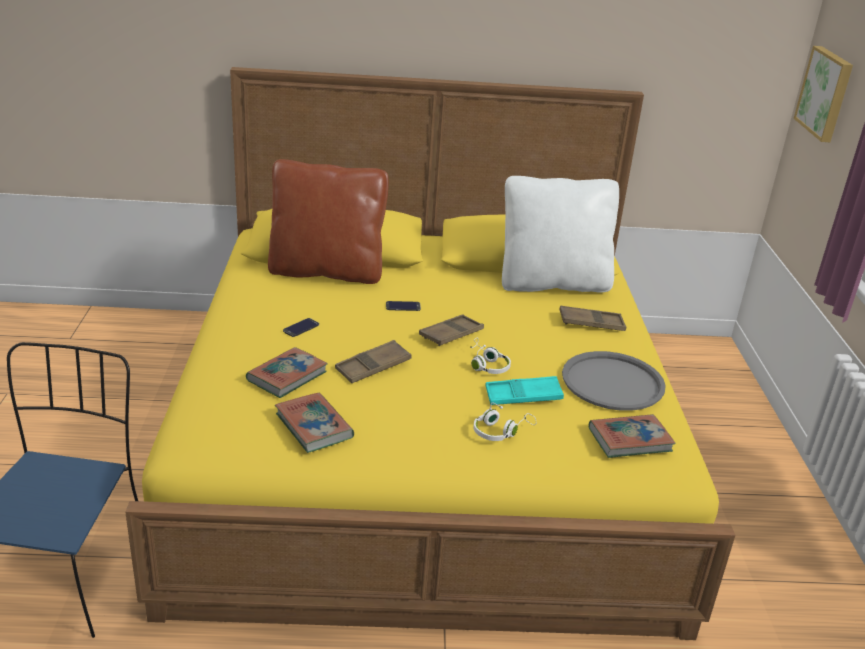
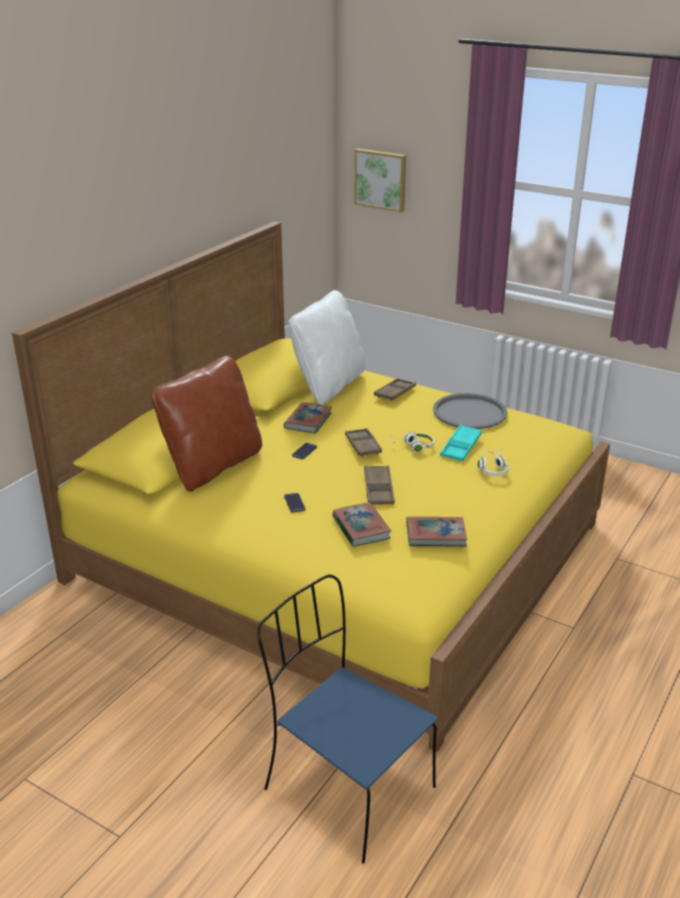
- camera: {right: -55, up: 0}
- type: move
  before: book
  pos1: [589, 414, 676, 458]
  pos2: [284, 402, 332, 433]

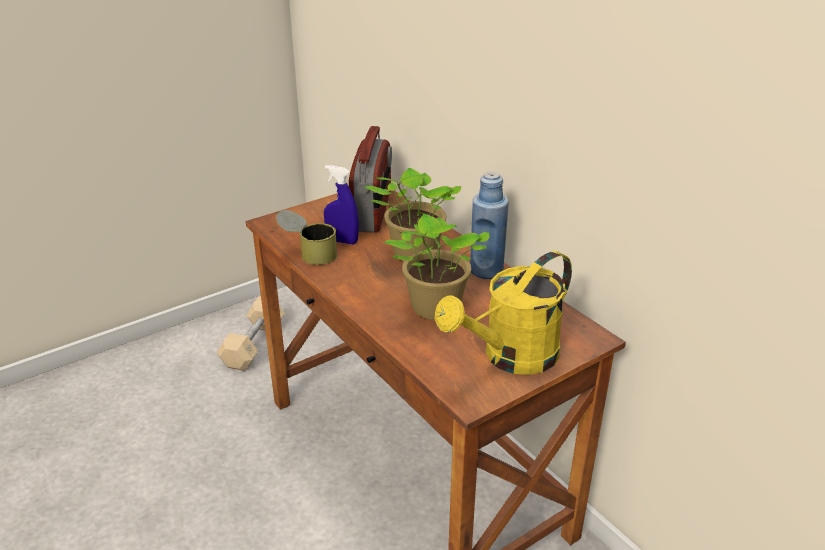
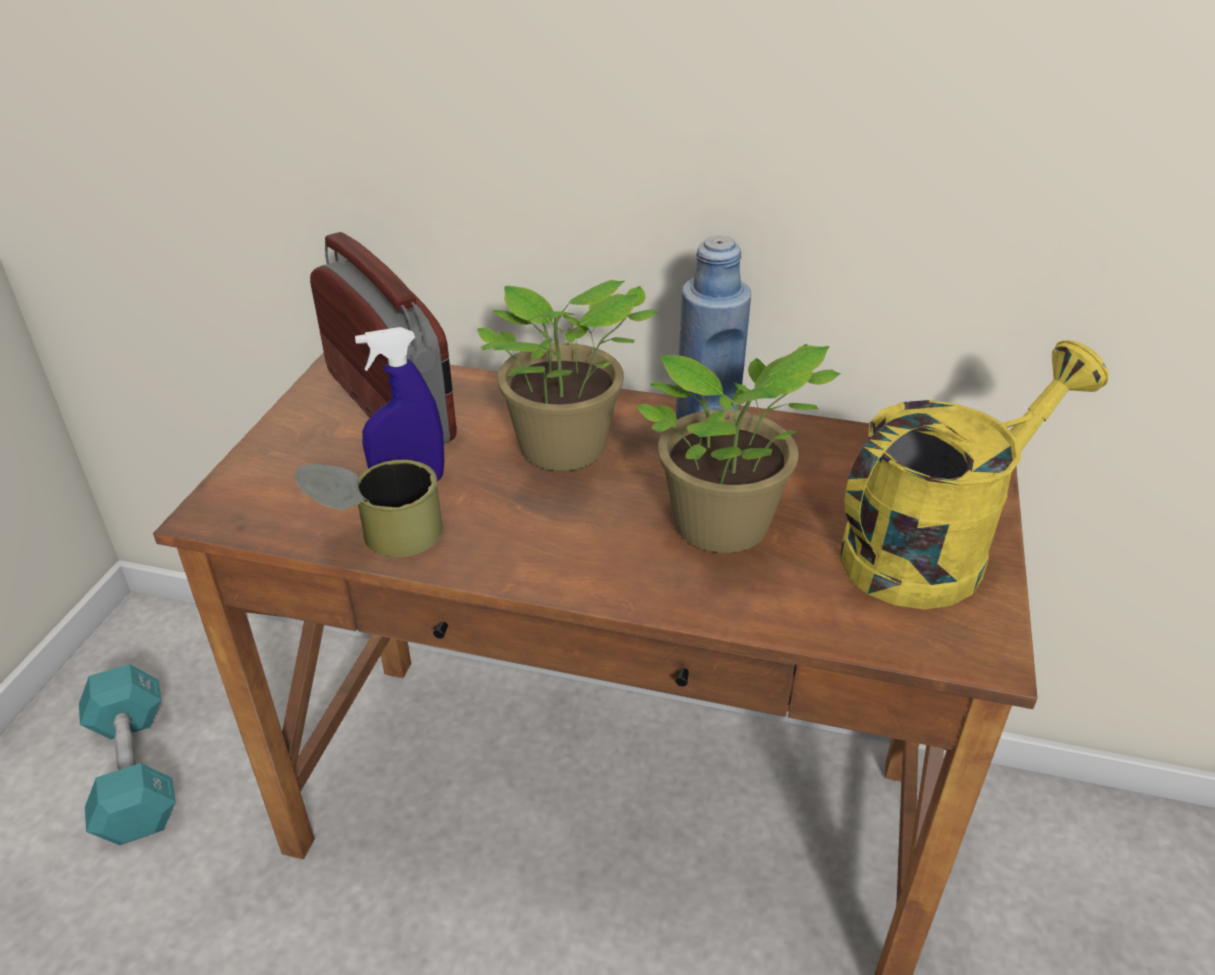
- camera: {right: -40, up: 5}
- type: recolor
  before: beige dumbbell
  after: turquoise dumbbell
  pos1: [217, 297, 285, 371]
  pos2: [79, 664, 176, 845]
- type: rotate
  before: yellow watering can
  pos1: [435, 251, 572, 375]
  pos2: [840, 340, 1109, 609]
  turn: -135

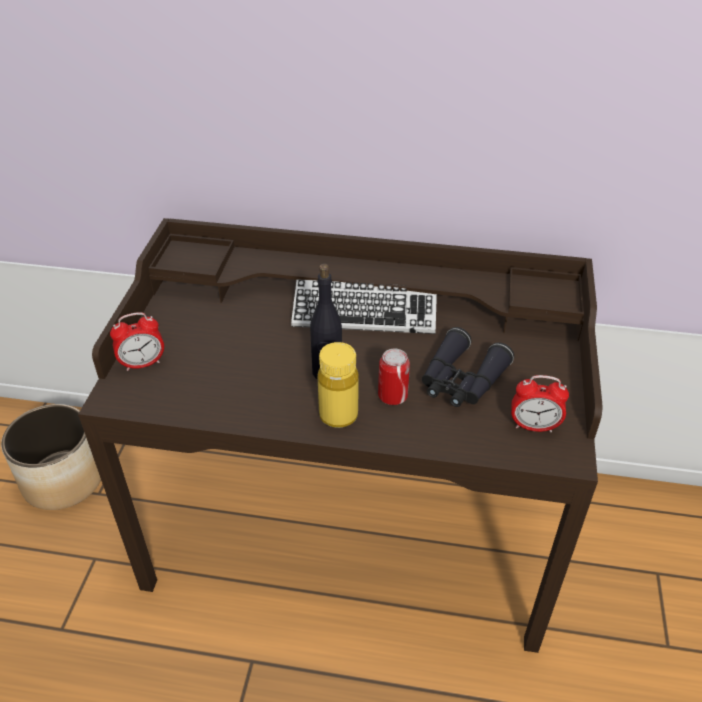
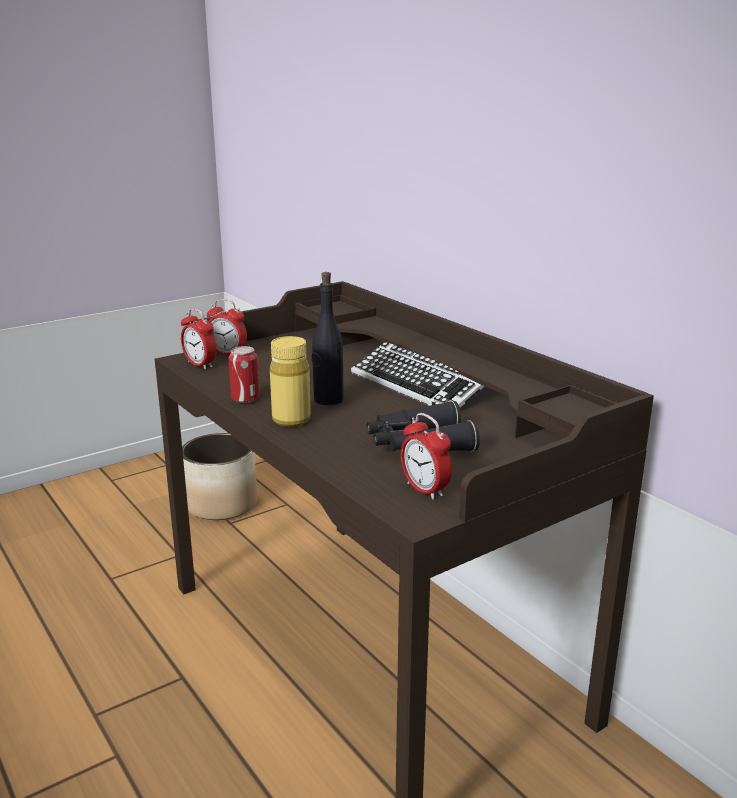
- camera: {right: 45, up: -20}
- type: insert
  after: alarm clock
  pos2: [181, 308, 217, 369]
- type: move
  before: can
  pos1: [378, 349, 410, 405]
  pos2: [229, 346, 260, 403]

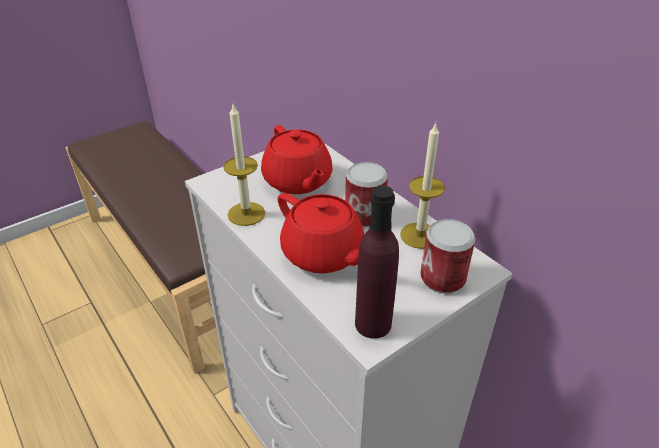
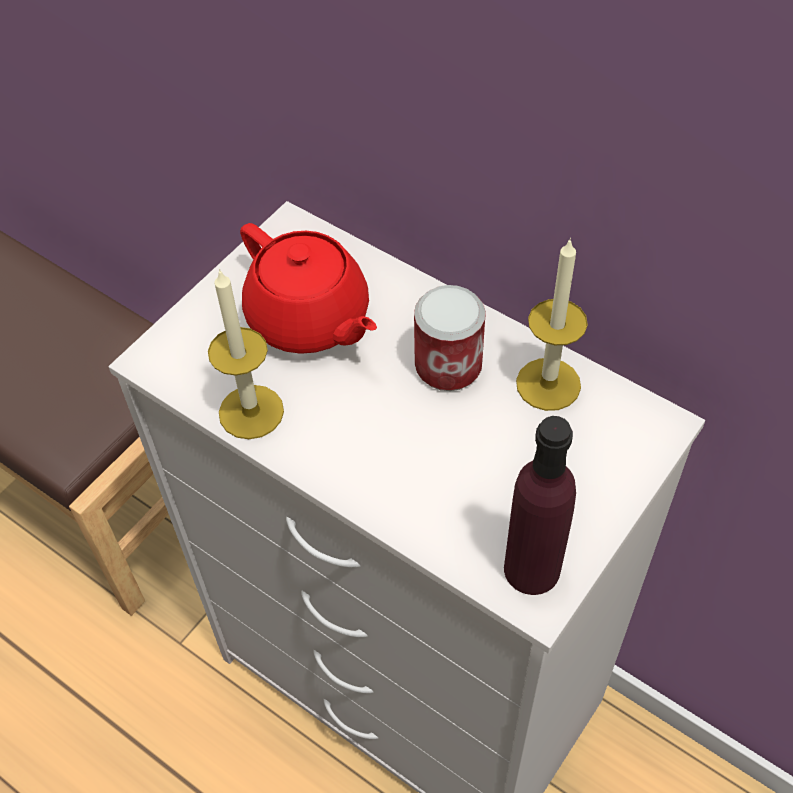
- camera: {right: -15, up: 15}
- type: delete
  before: red teapot
  pos1: [278, 193, 364, 273]
- type: delete
  before: can
  pos1: [420, 219, 476, 293]

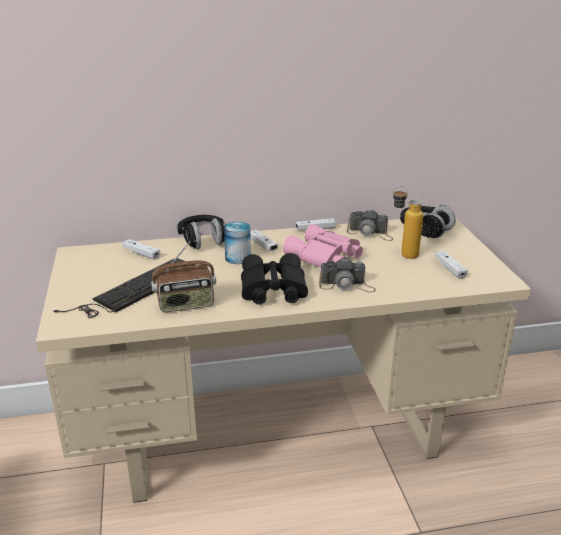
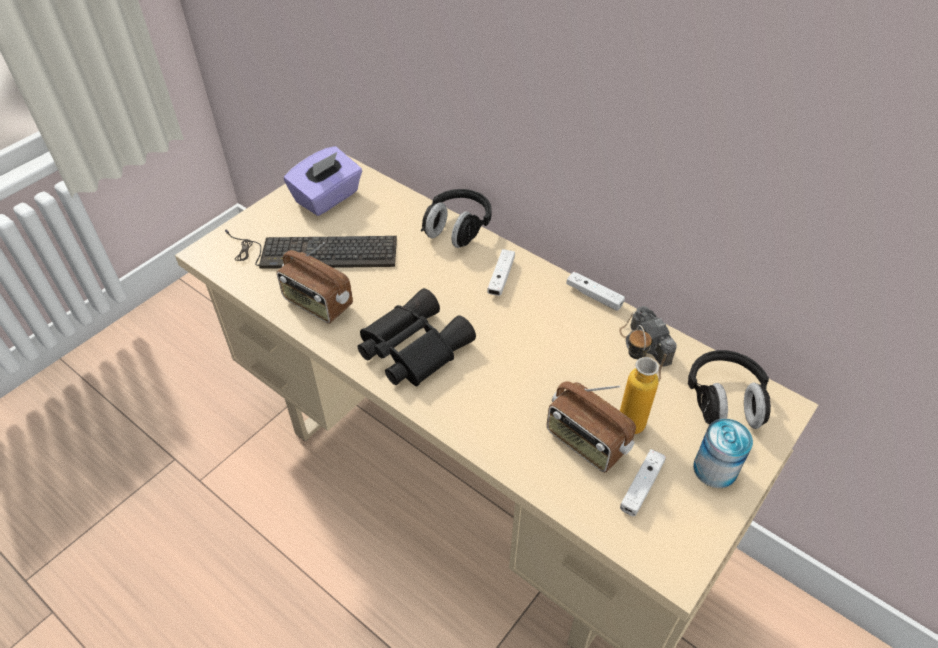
- camera: {right: 50, up: 20}
- type: delete
  before: white game controller
  pos1: [122, 239, 160, 260]
- type: delete
  before: pink binoculars
  pos1: [283, 224, 363, 267]
- type: delete
  before: photo camera
  pos1: [319, 258, 376, 292]
- type: insert
  after: purple tissue box
  pos2: [284, 146, 362, 216]
- type: insert
  after: radio
  pos2: [547, 381, 636, 472]
- type: move
  before: can
  pos1: [224, 222, 251, 264]
  pos2: [693, 419, 753, 488]

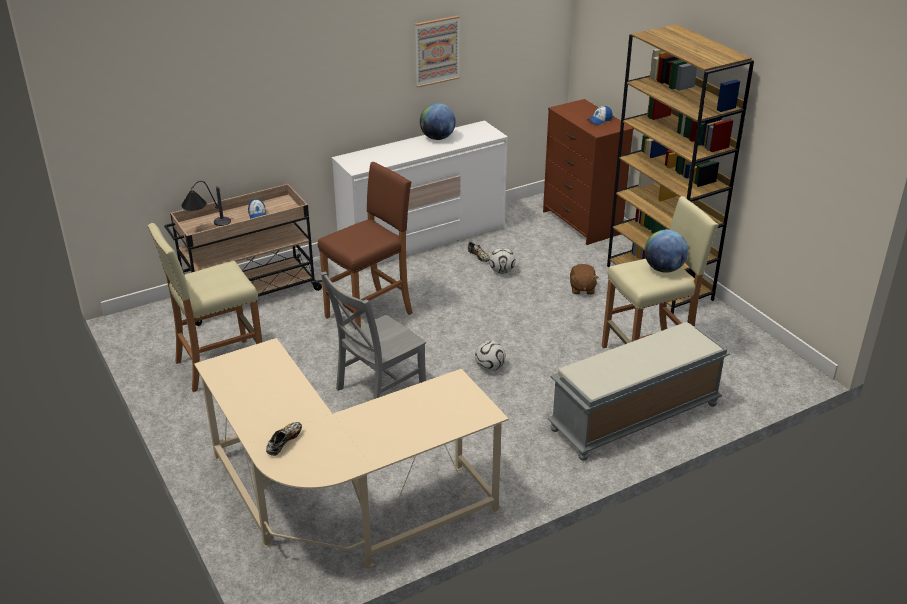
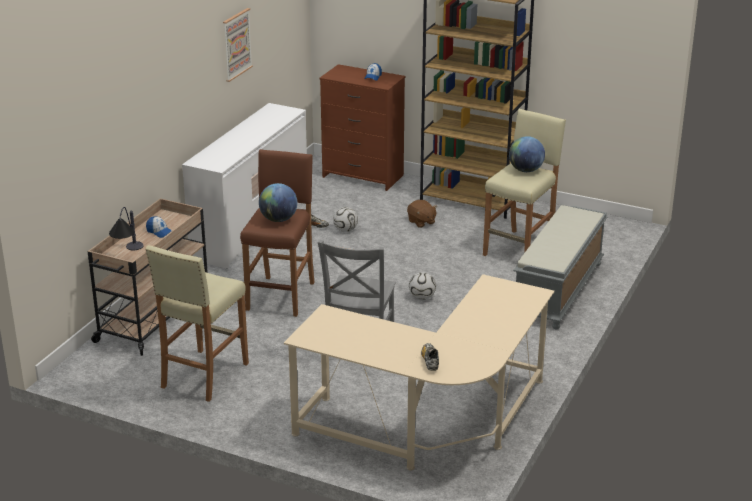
- camera: {right: -35, up: -5}
- type: move
  before: globe
  pos1: [420, 103, 456, 140]
  pos2: [259, 183, 298, 222]

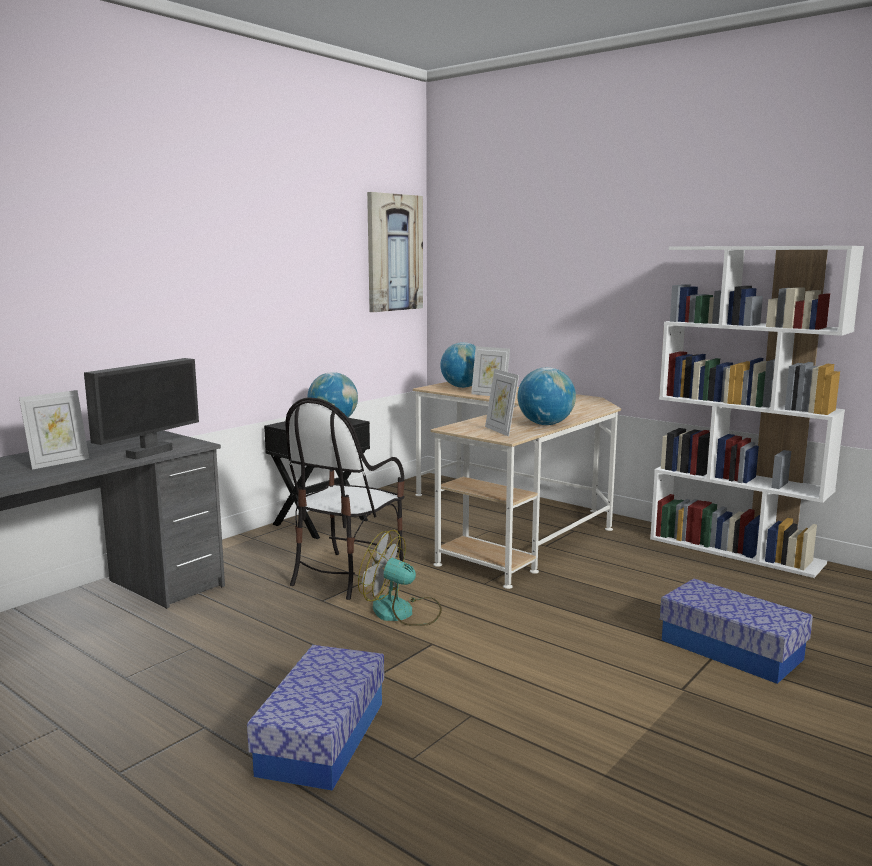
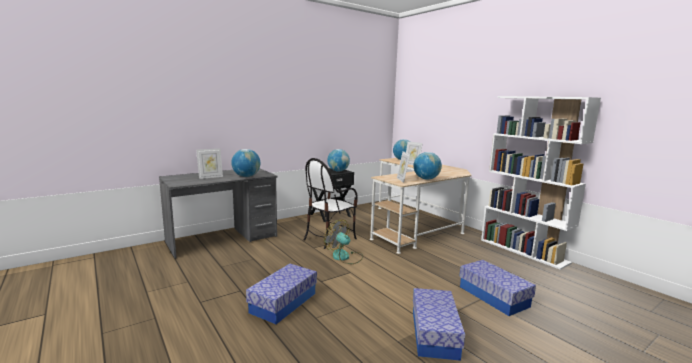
- camera: {right: 15, up: 0}
- type: delete
  before: picture
  pos1: [367, 192, 423, 312]
- type: insert
  after: storage box
  pos2: [413, 288, 465, 361]
- type: replace
  before: monitor
  after: globe
  pos1: [84, 358, 199, 459]
  pos2: [231, 149, 260, 177]

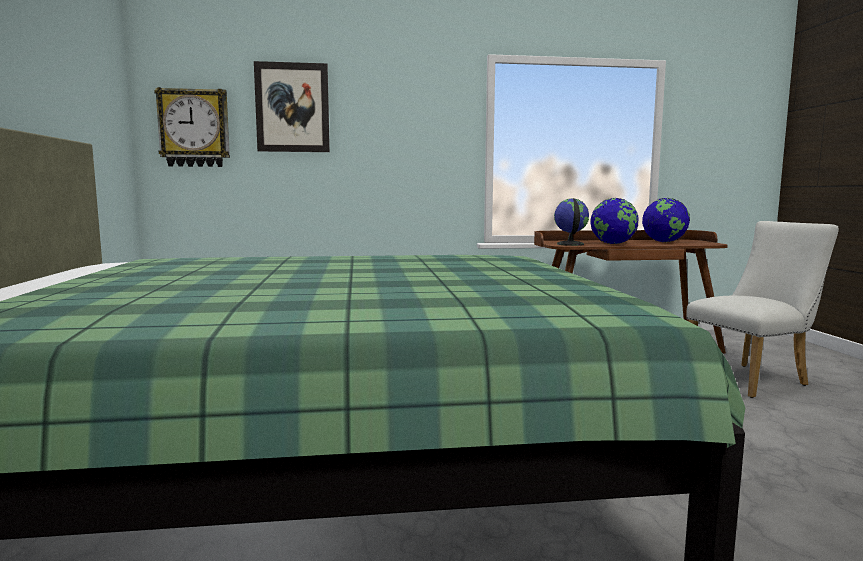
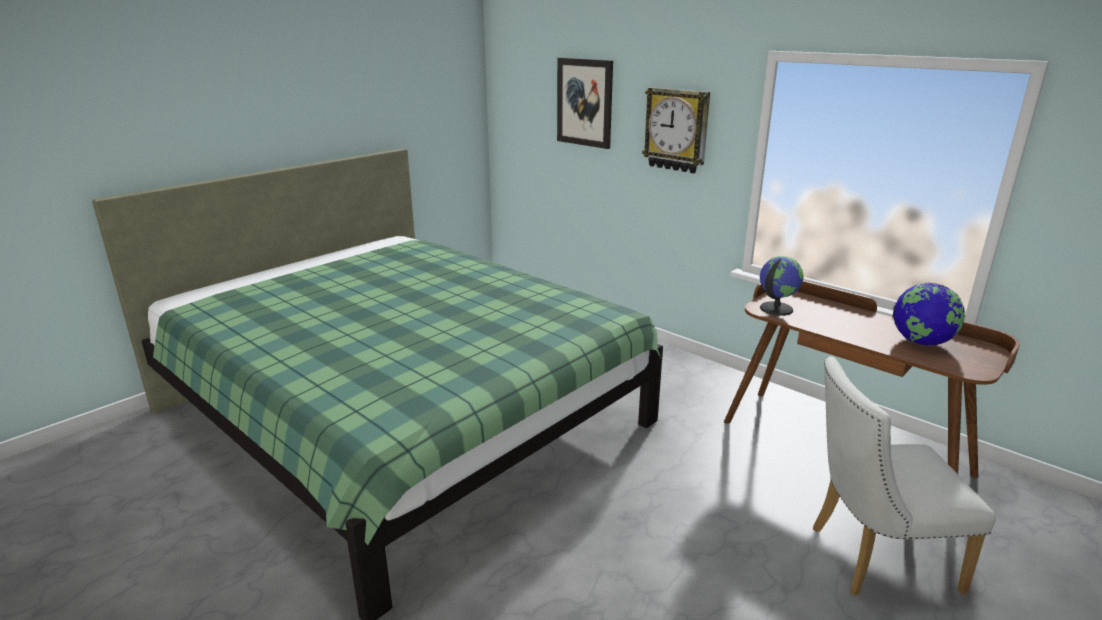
- camera: {right: 50, up: 15}
- type: delete
  before: globe
  pos1: [591, 198, 639, 244]
- type: move
  before: wall clock
  pos1: [154, 87, 230, 167]
  pos2: [642, 87, 710, 174]
- type: rotate
  before: white chair
  pos1: [686, 221, 839, 398]
  pos2: [813, 356, 996, 596]
  turn: 150

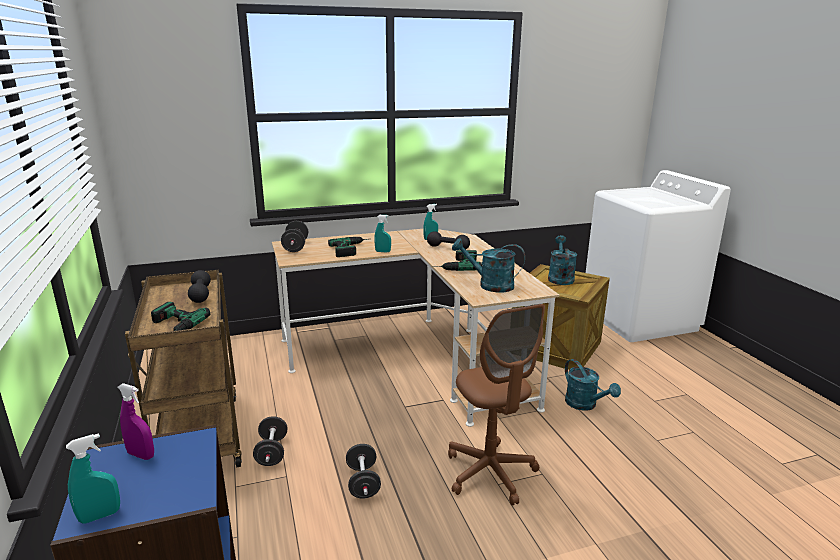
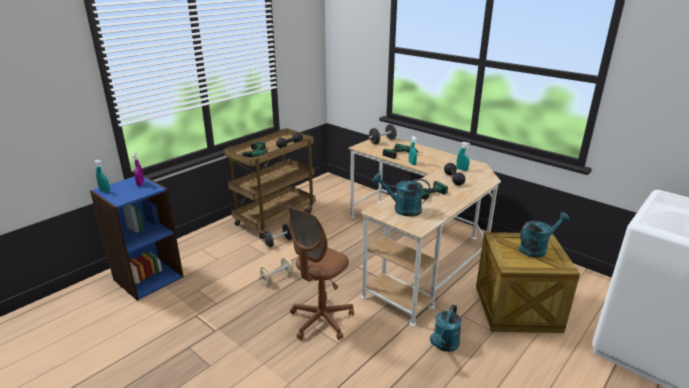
- camera: {right: 60, up: 5}
- type: recolor
  before: black dumbbell
  after: beige dumbbell
  pos1: [346, 444, 381, 499]
  pos2: [259, 257, 294, 285]
- type: rotate
  before: turquoise watering can
  pos1: [452, 238, 525, 293]
  pos2: [373, 173, 430, 217]
  turn: -60

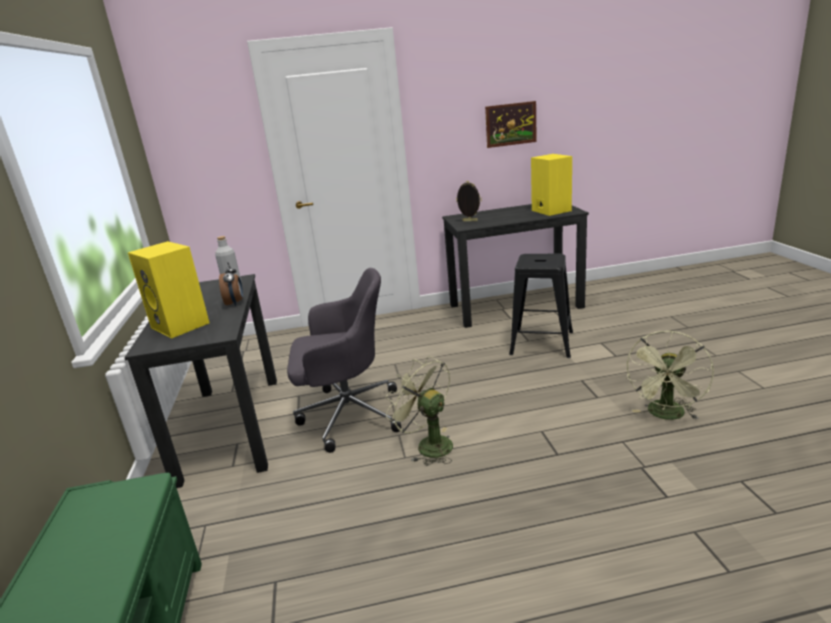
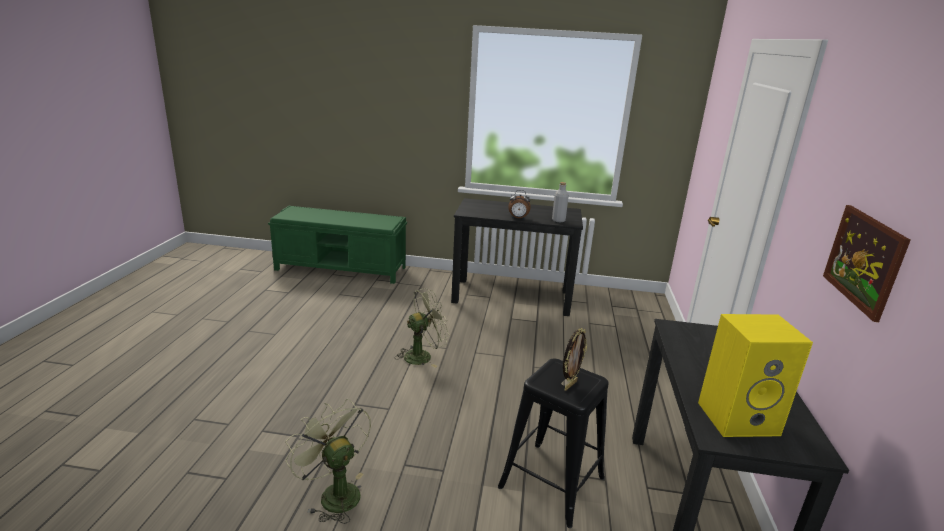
- camera: {right: 105, up: 0}
- type: delete
  before: yellow speaker
  pos1: [128, 241, 210, 338]
- type: delete
  before: grey office chair
  pos1: [287, 268, 401, 453]
- type: move
  before: picture frame
  pos1: [456, 181, 482, 221]
  pos2: [563, 328, 587, 391]

